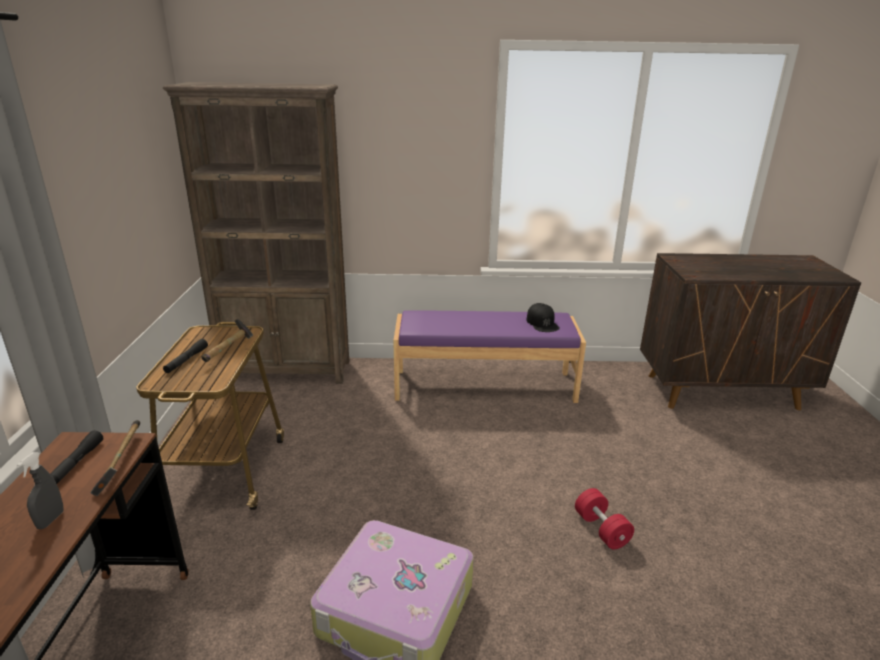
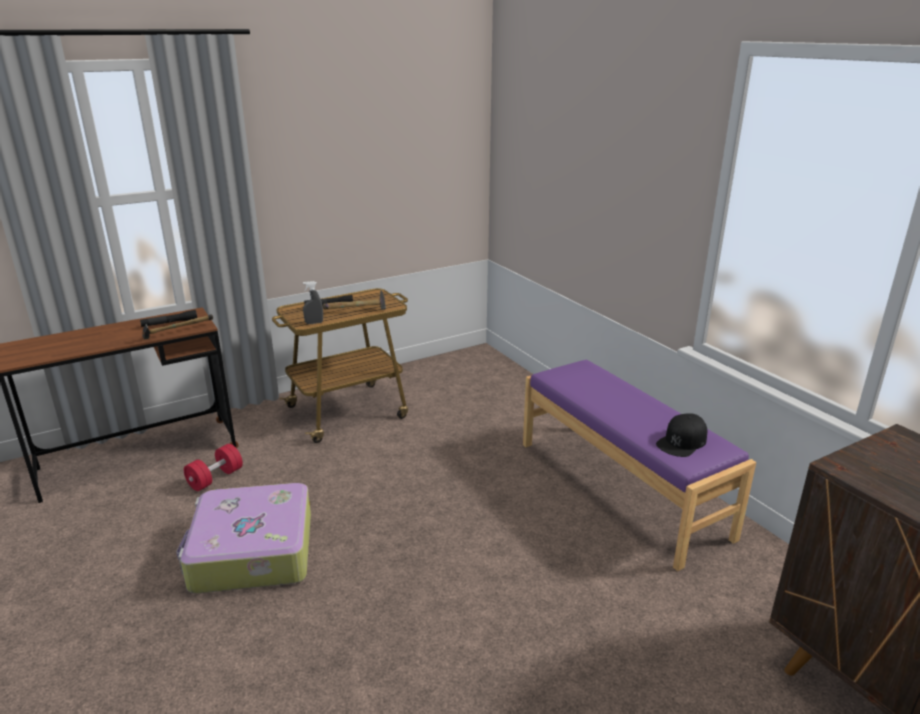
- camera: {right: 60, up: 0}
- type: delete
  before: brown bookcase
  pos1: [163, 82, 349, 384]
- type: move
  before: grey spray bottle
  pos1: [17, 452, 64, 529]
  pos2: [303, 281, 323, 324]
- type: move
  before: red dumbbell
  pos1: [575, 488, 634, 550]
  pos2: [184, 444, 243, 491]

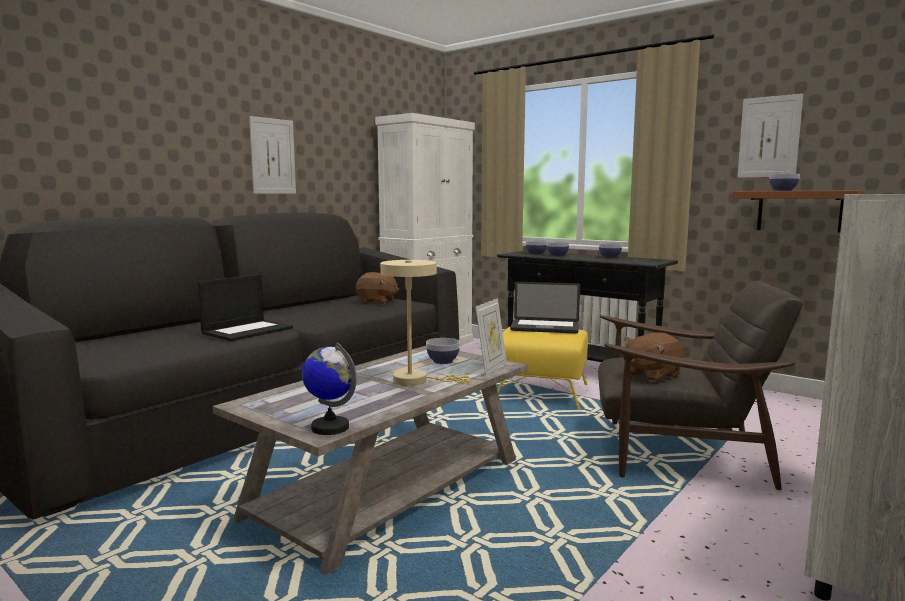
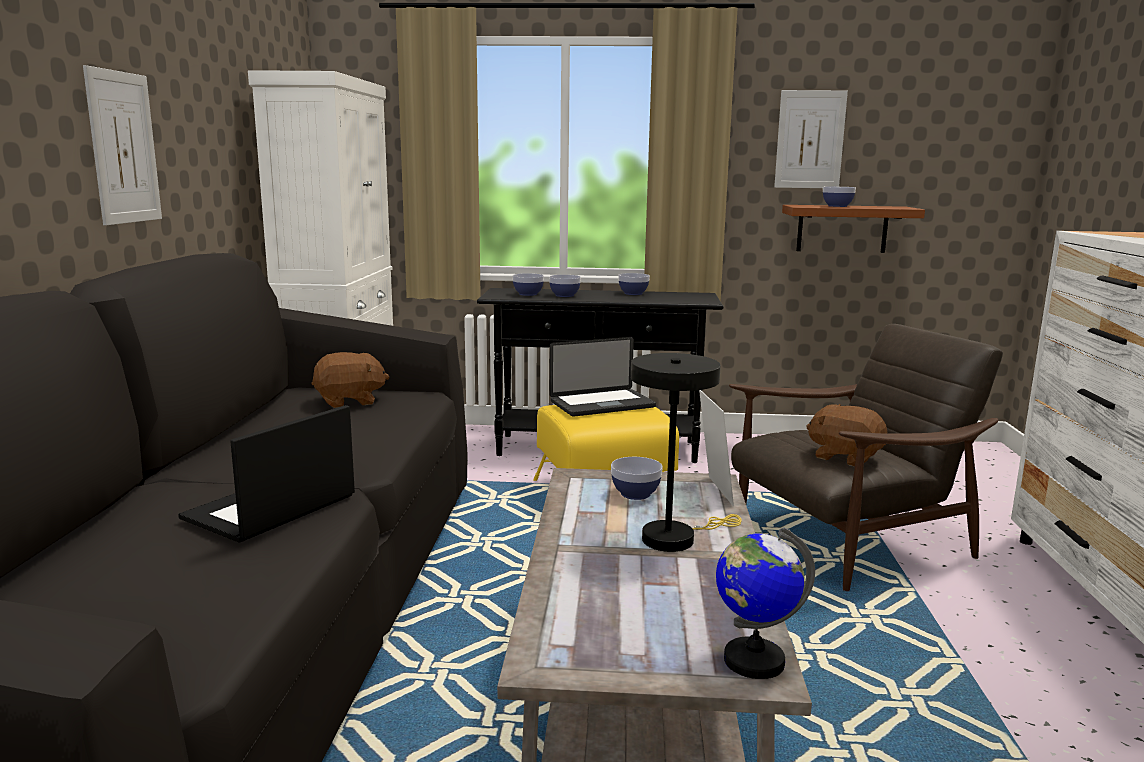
- camera: {right: -35, up: 5}
- type: recolor
  before: beige table lamp
  after: black table lamp
  pos1: [380, 260, 470, 386]
  pos2: [631, 353, 742, 552]
- type: rotate
  before: laptop
  pos1: [198, 274, 293, 341]
  pos2: [178, 405, 355, 543]
  turn: -150
- type: rotate
  before: brown plush toy
  pos1: [623, 333, 684, 382]
  pos2: [806, 404, 887, 467]
  turn: 105

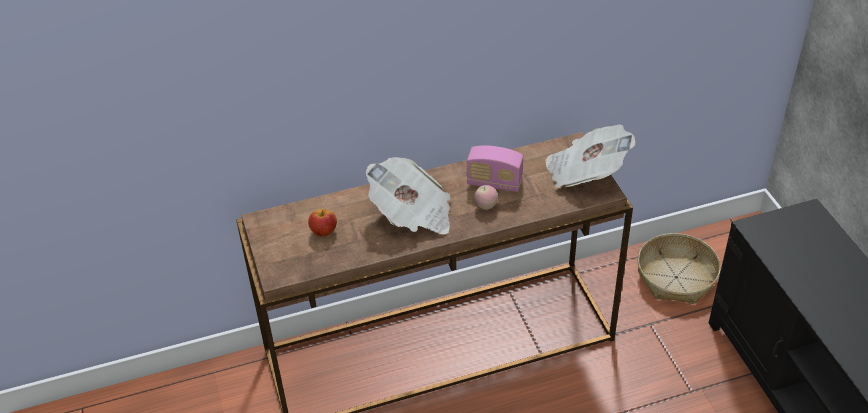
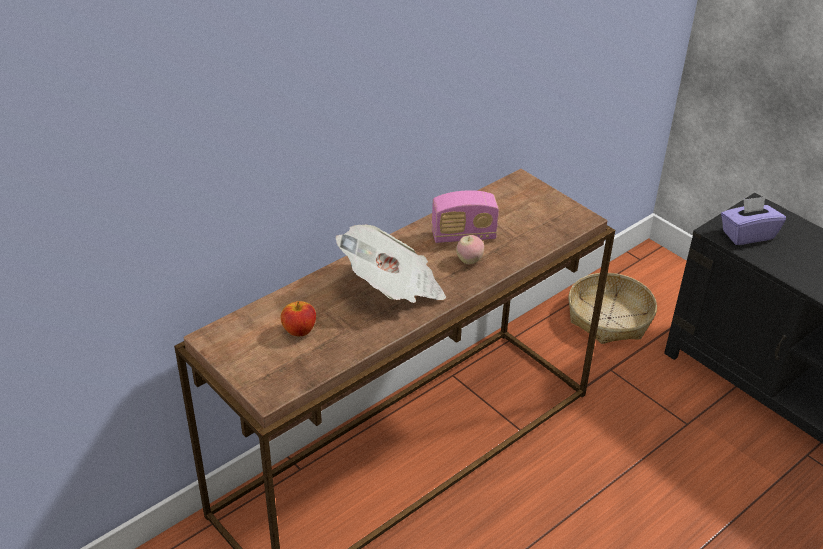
- camera: {right: -25, up: -5}
- type: delete
  before: newspaper
  pos1: [545, 124, 635, 188]
- type: insert
  after: purple tissue box
  pos2: [721, 196, 786, 245]

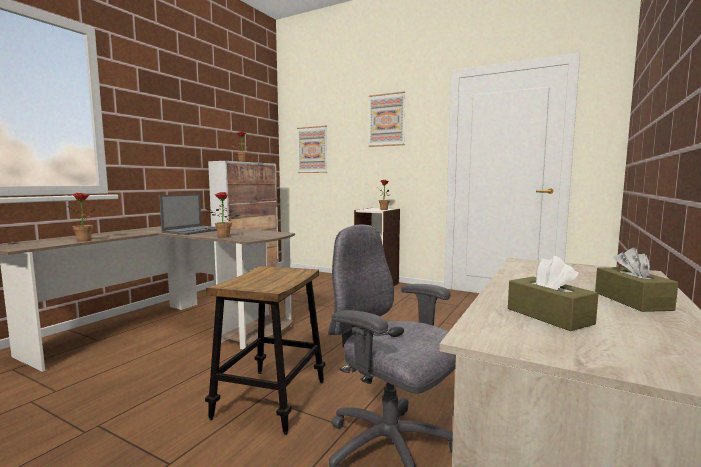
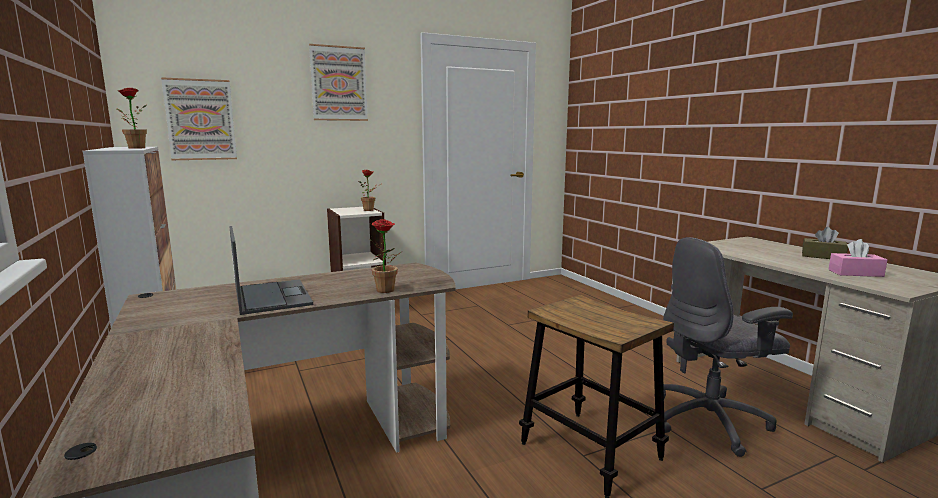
- camera: {right: -55, up: 5}
- type: delete
  before: potted plant
  pos1: [67, 193, 95, 242]
- type: recolor
  before: brown tissue box
  after: pink tissue box
  pos1: [508, 256, 599, 331]
  pos2: [828, 239, 887, 277]

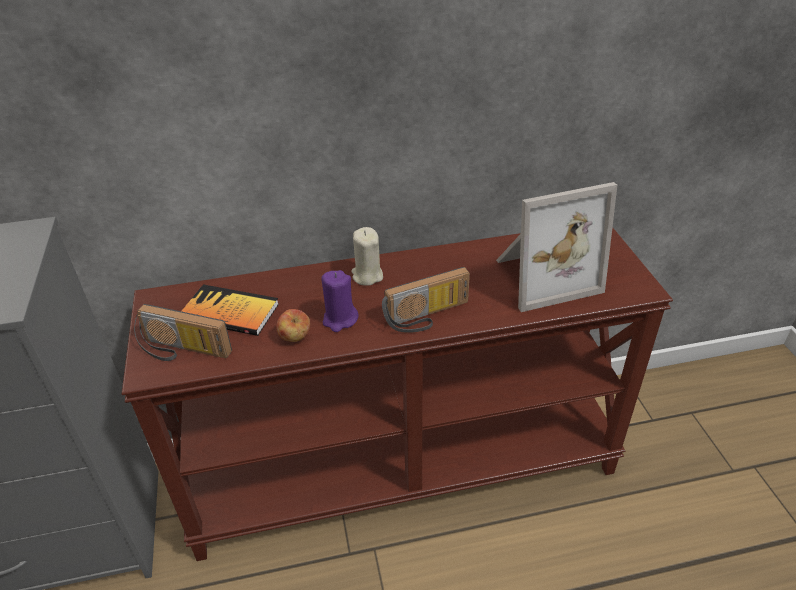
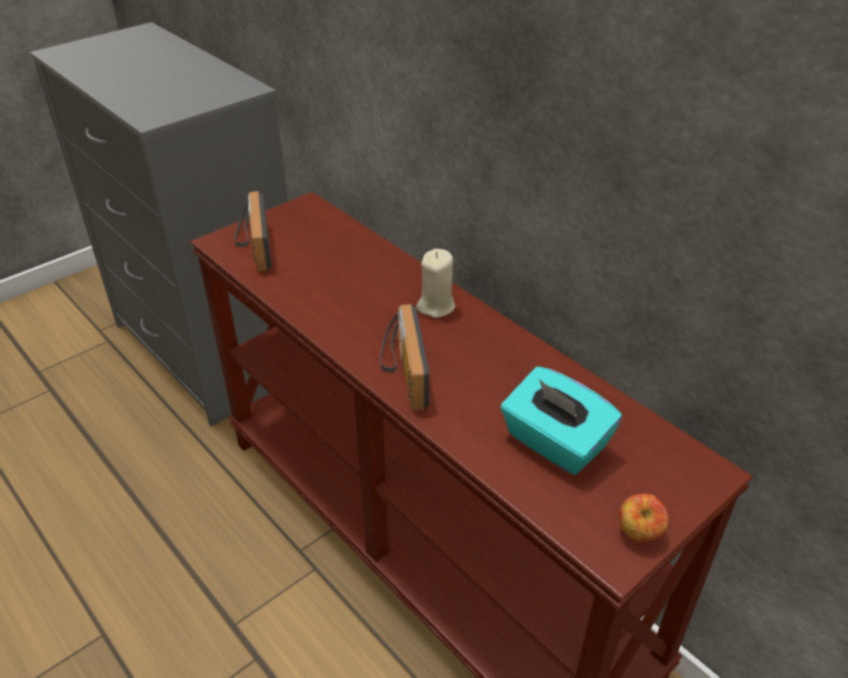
- camera: {right: 60, up: 0}
- type: delete
  before: book
  pos1: [182, 284, 279, 336]
- type: delete
  before: purple candle
  pos1: [322, 270, 359, 332]
- type: move
  before: apple
  pos1: [277, 309, 310, 342]
  pos2: [619, 494, 669, 542]
- type: replace
  before: picture frame
  after: turquoise tissue box
  pos1: [496, 182, 617, 312]
  pos2: [500, 366, 622, 475]
- type: rotate
  before: radio
  pos1: [382, 267, 470, 333]
  pos2: [380, 304, 429, 411]
  turn: 45

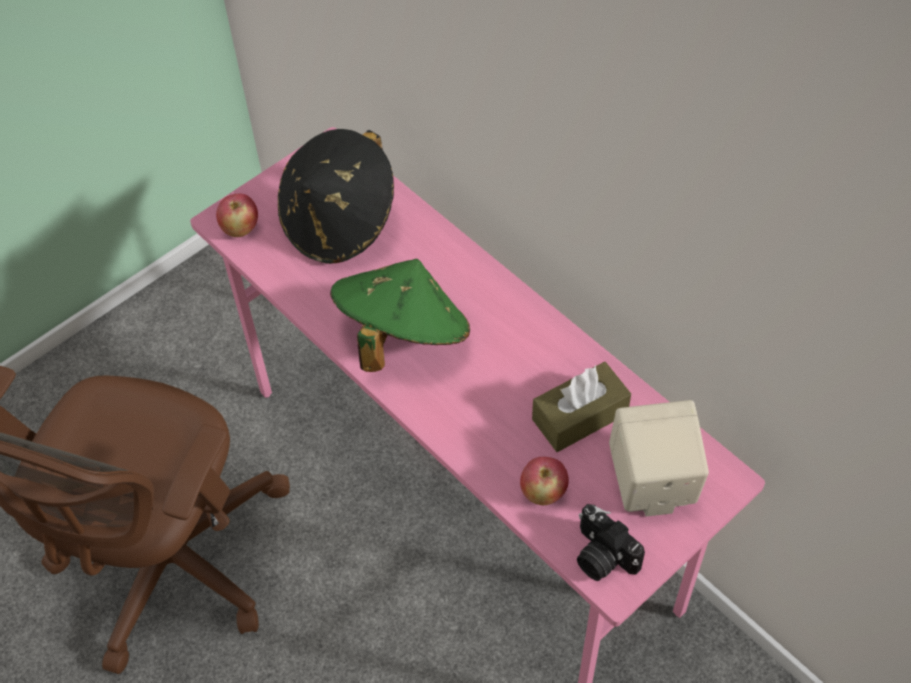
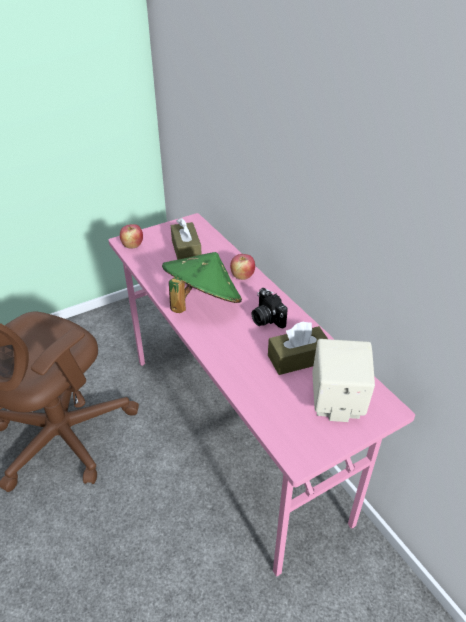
- camera: {right: 10, up: -15}
- type: move
  before: apple
  pos1: [520, 457, 569, 505]
  pos2: [230, 254, 255, 280]
- type: move
  before: photo camera
  pos1: [577, 504, 645, 581]
  pos2: [252, 288, 287, 328]
- type: replace
  before: black hat
  after: brown tissue box
  pos1: [278, 129, 394, 264]
  pos2: [171, 218, 202, 260]

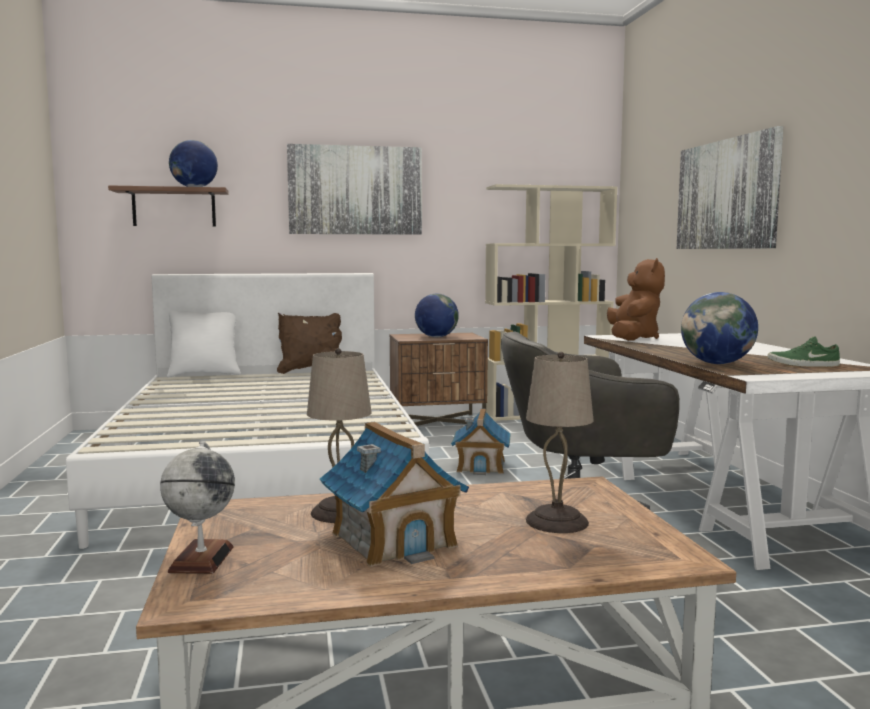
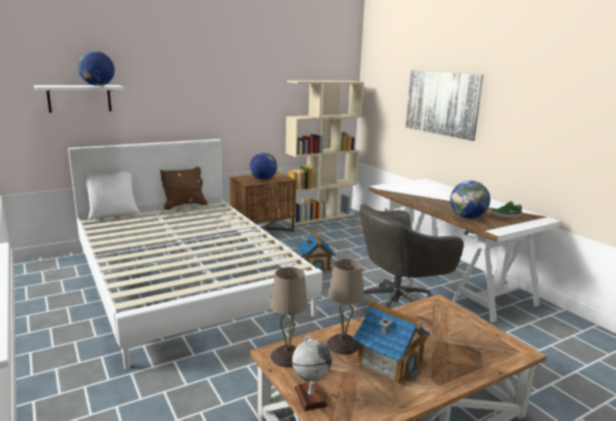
- camera: {right: -20, up: 10}
- type: delete
  before: picture
  pos1: [287, 144, 422, 235]
- type: delete
  before: brown plush toy
  pos1: [607, 258, 665, 341]
- type: move
  before: beige table lamp
  pos1: [526, 352, 594, 533]
  pos2: [270, 267, 308, 367]
- type: recolor
  before: brown shelf
  after: white shelf
  pos1: [108, 185, 228, 227]
  pos2: [34, 85, 124, 113]

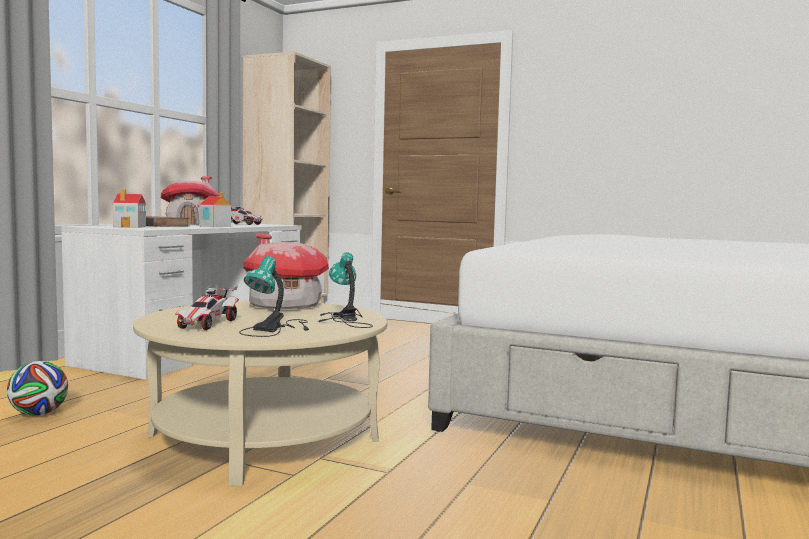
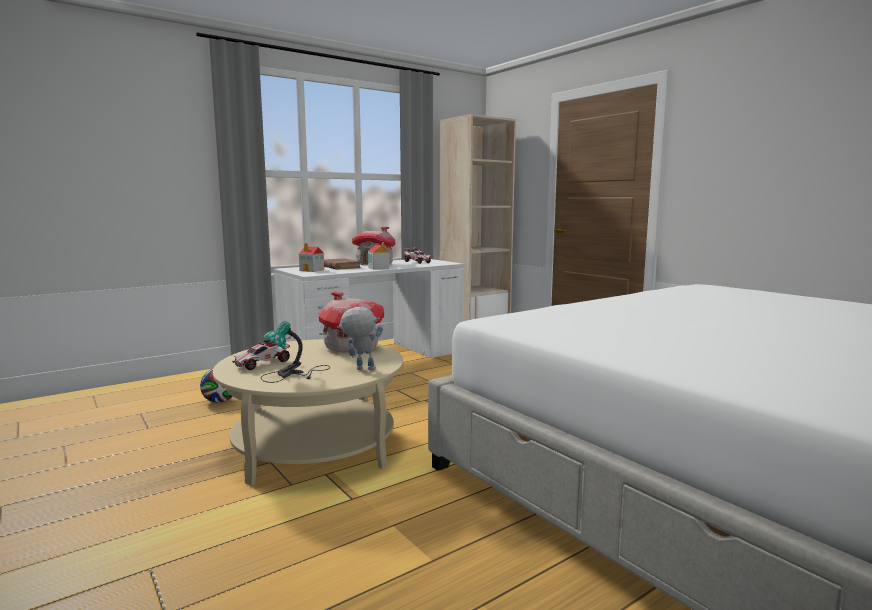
- camera: {right: 30, up: 5}
- type: replace
  before: table lamp
  after: toy robot
  pos1: [317, 252, 373, 328]
  pos2: [337, 307, 383, 370]

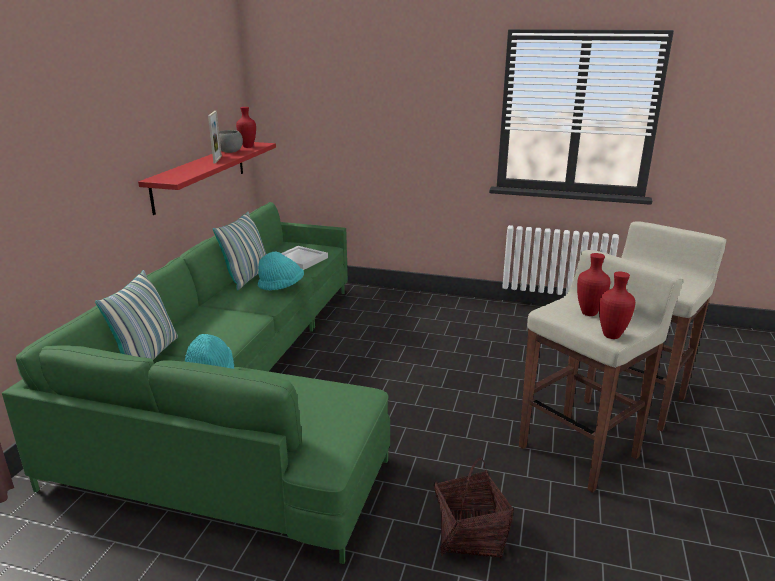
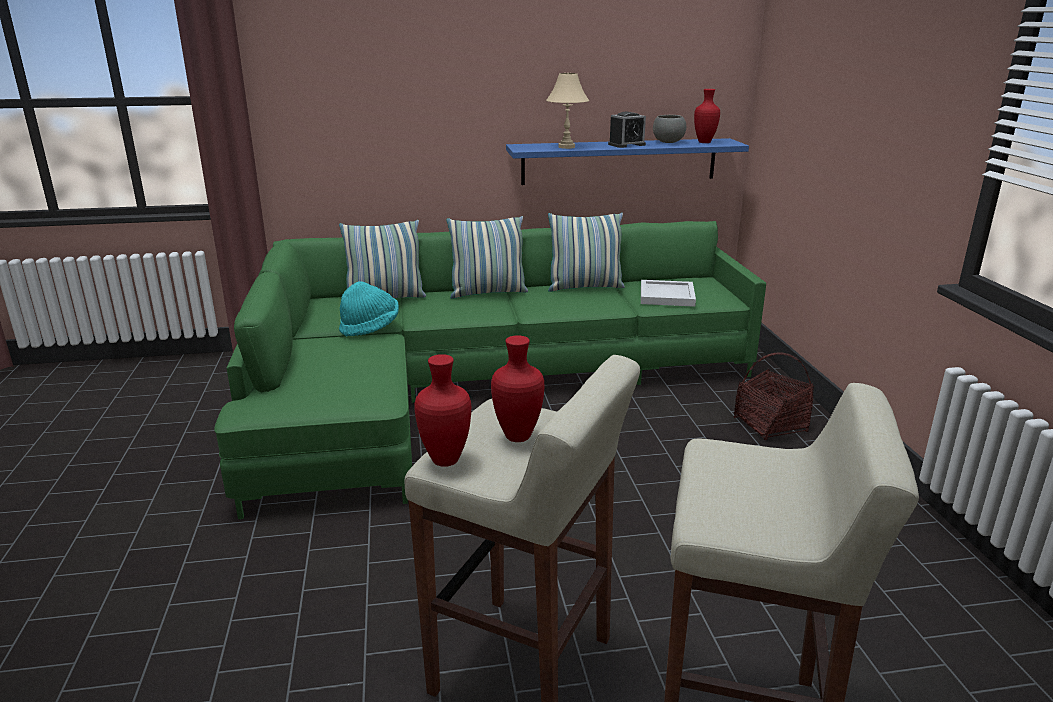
- camera: {right: 65, up: 0}
- type: delete
  before: turquoise hat
  pos1: [258, 252, 304, 291]
- type: insert
  after: pillow
  pos2: [446, 216, 528, 299]
- type: insert
  after: beige table lamp
  pos2: [546, 73, 589, 149]
- type: move
  before: basket
  pos1: [434, 458, 514, 559]
  pos2: [734, 352, 814, 440]
- type: replace
  before: picture frame
  after: alarm clock
  pos1: [208, 111, 222, 163]
  pos2: [608, 111, 646, 148]
- type: recolor
  before: red shelf
  after: blue shelf
  pos1: [138, 142, 276, 215]
  pos2: [506, 138, 749, 185]

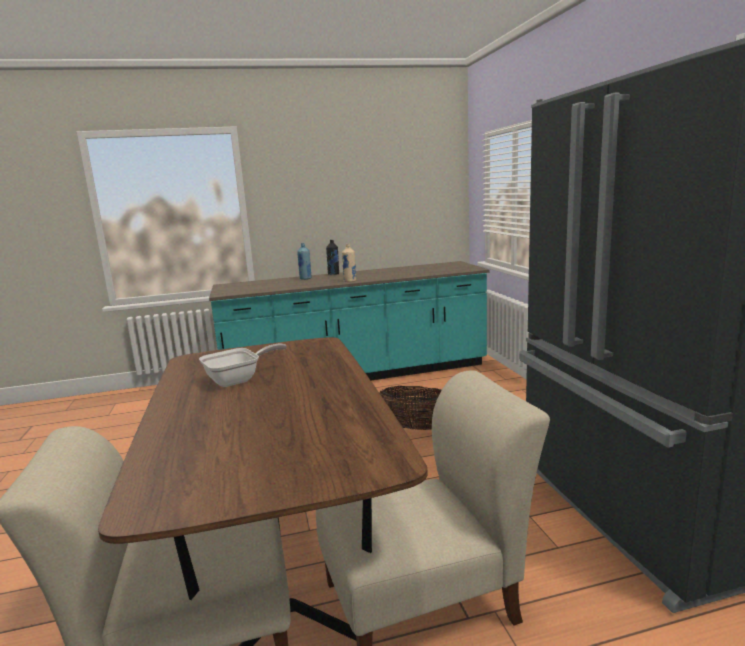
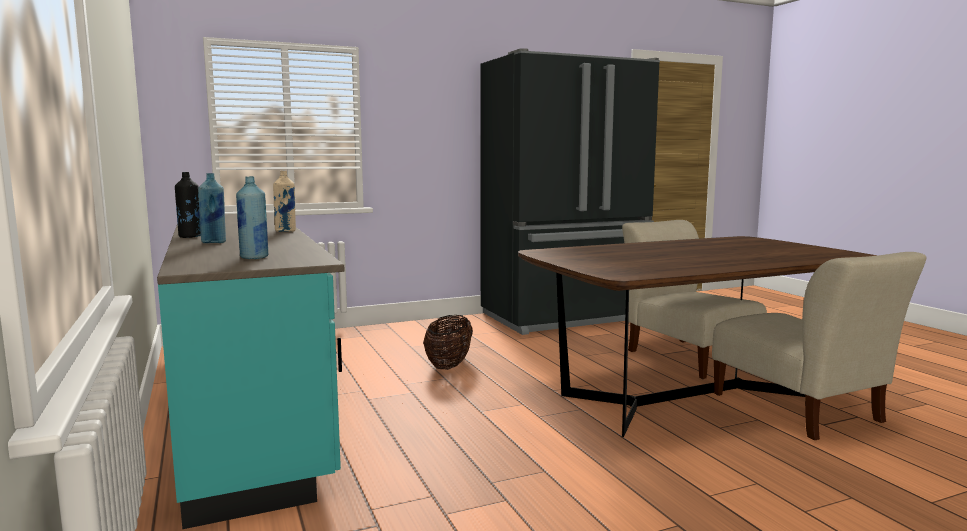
- camera: {right: -100, up: -5}
- type: delete
  before: frying pan
  pos1: [199, 344, 287, 387]
- type: insert
  after: blue bottle
  pos2: [236, 176, 268, 259]

